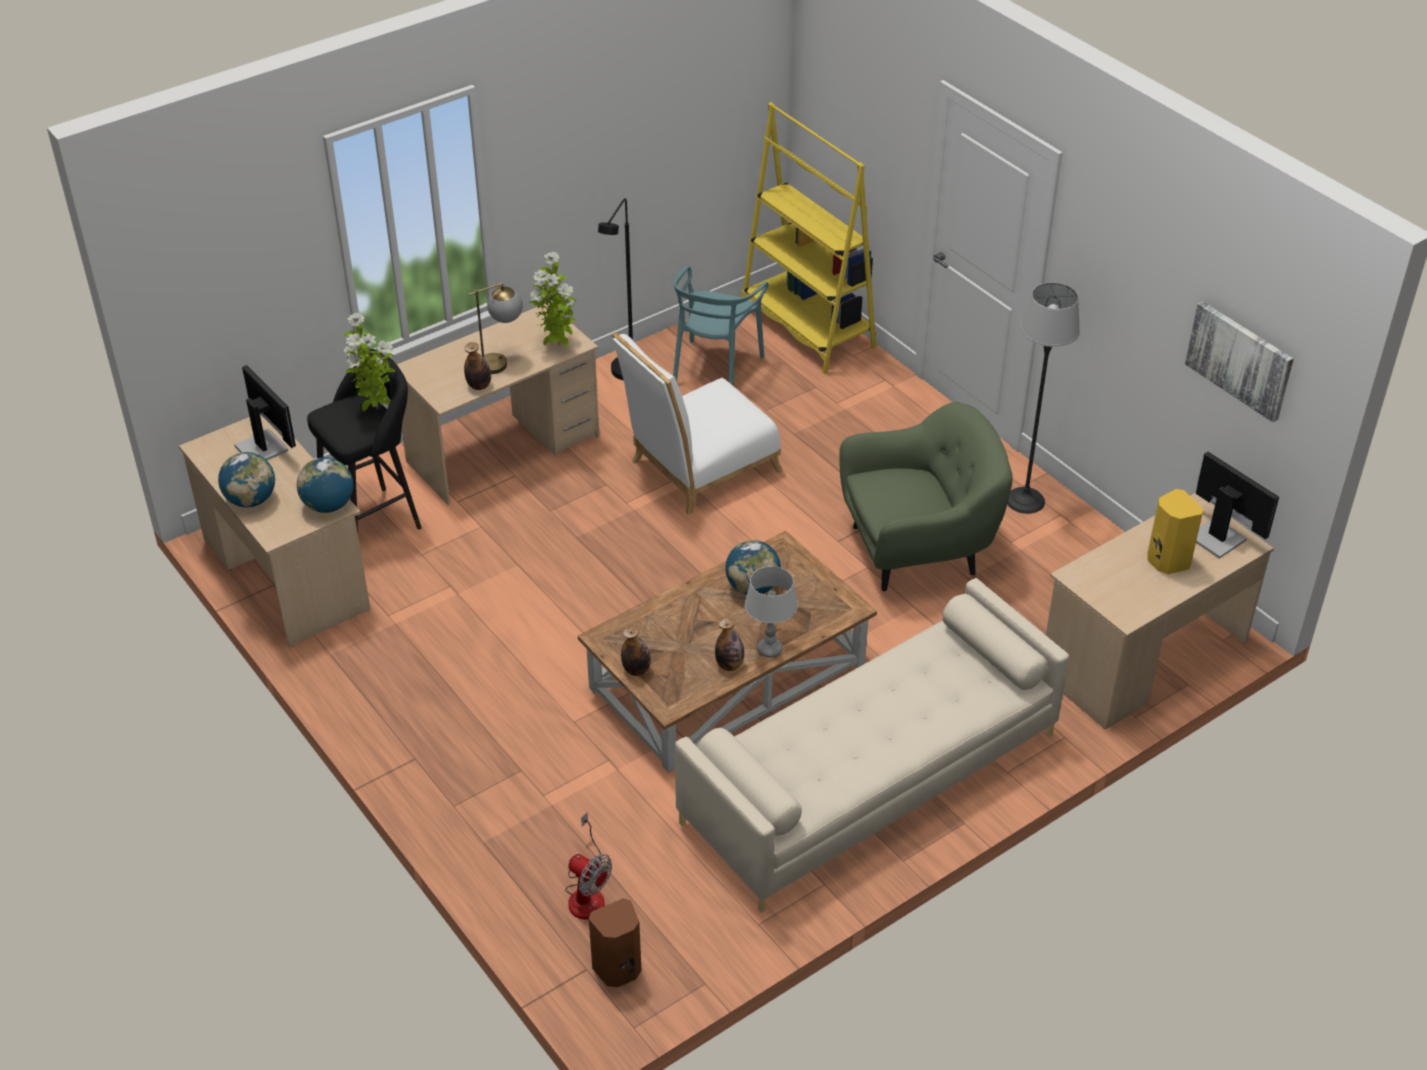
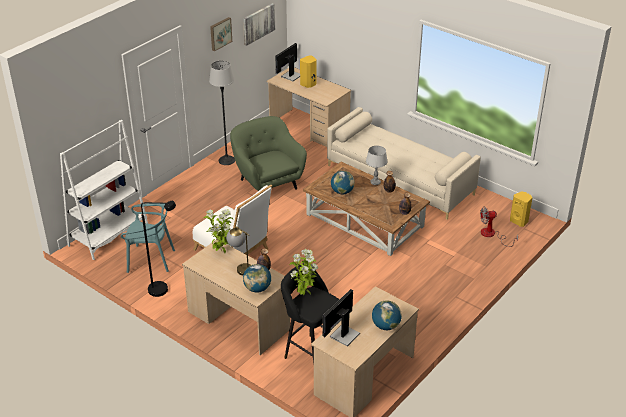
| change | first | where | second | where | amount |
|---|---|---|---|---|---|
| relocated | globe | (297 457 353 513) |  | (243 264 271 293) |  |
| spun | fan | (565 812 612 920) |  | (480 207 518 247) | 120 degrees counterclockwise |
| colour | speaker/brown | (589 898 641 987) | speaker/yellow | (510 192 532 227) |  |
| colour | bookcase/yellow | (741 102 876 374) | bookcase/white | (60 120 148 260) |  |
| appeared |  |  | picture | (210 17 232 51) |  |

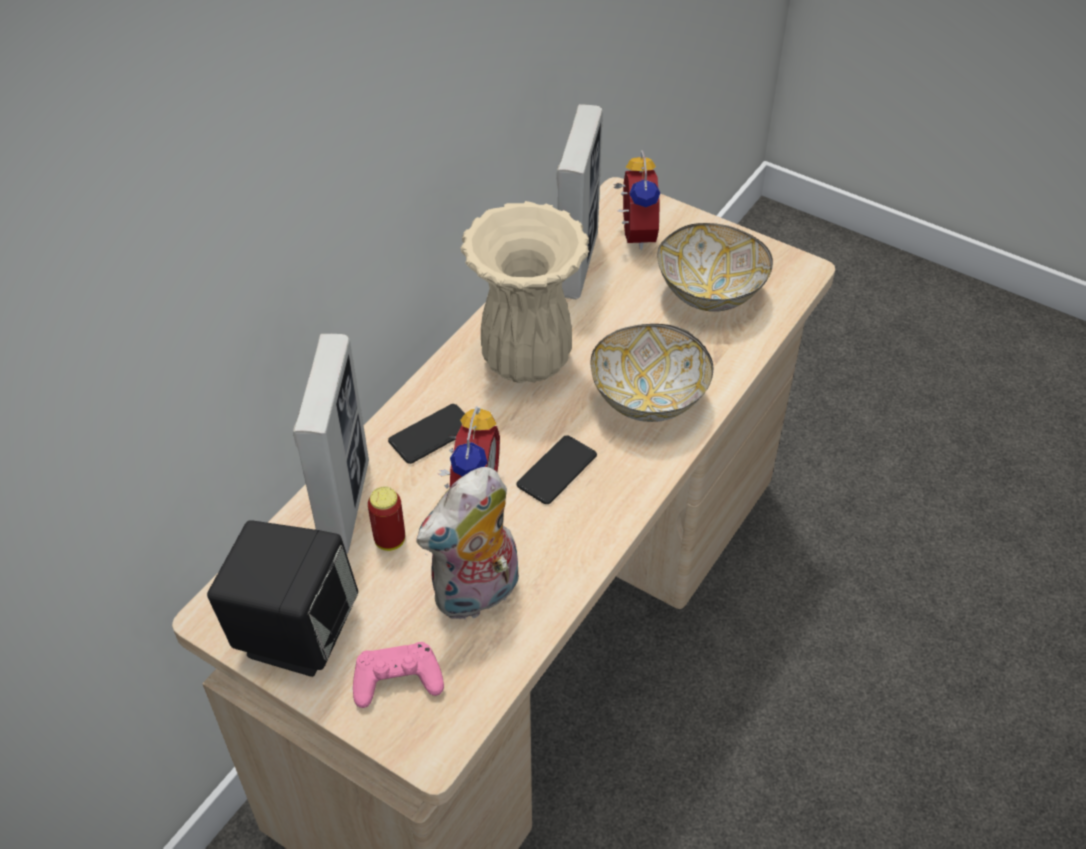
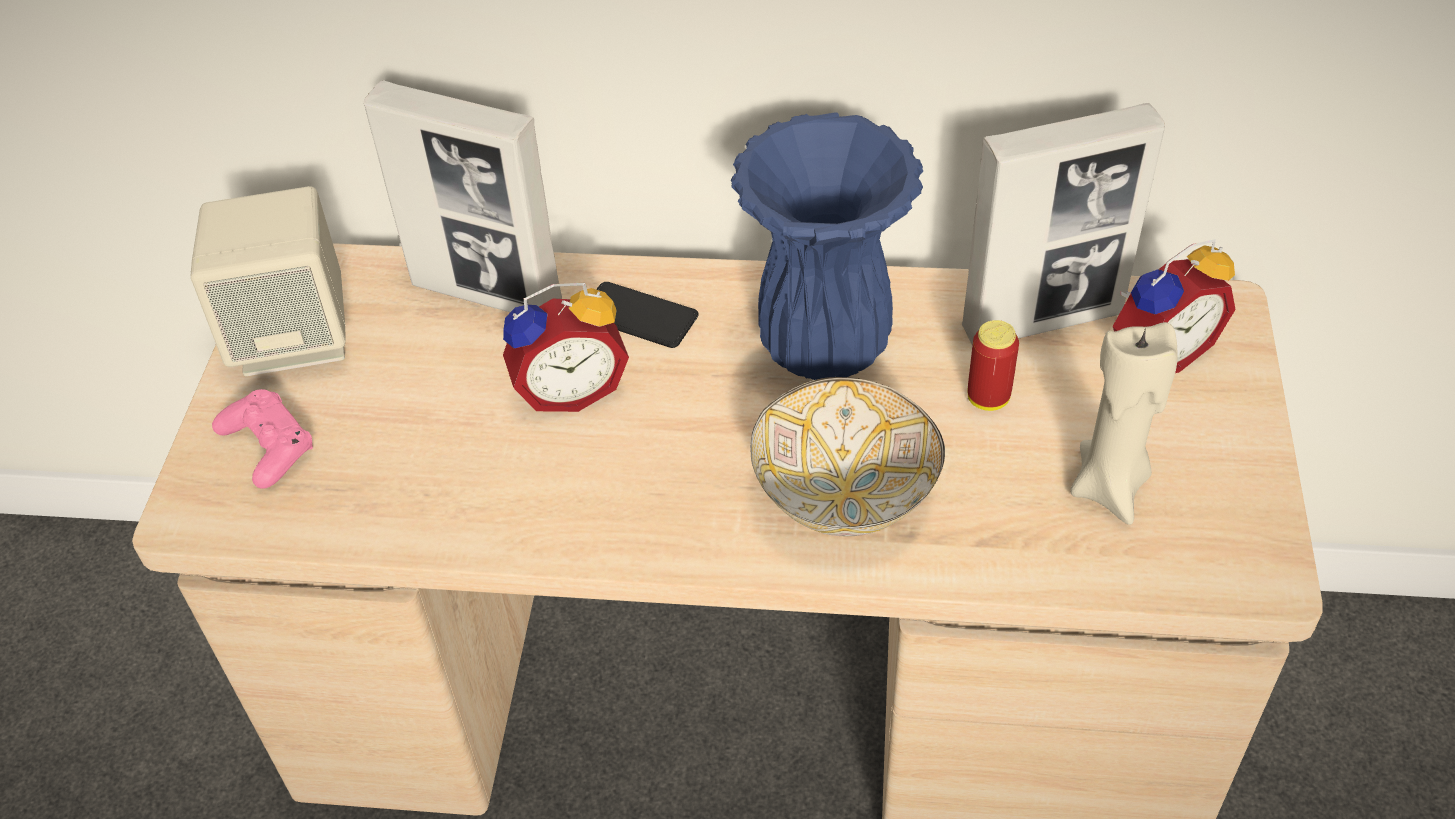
| change | first | where | second | where | amount |
|---|---|---|---|---|---|
| colour | speaker/black | (207 520 358 677) | speaker/beige | (191 186 346 376) |  |
| spun | picture frame | (293 334 369 554) |  | (364 80 562 312) | 45 degrees clockwise |
| relocated | can | (368 487 405 551) |  | (967 320 1019 411) |  |
| missing | plush toy | (416 467 519 621) |  |  |  |
| colour | vase/beige | (461 201 589 383) | vase/blue | (731 112 923 380) |  |
| missing | phone | (516 435 597 504) |  |  |  |
| exchanged | bowl | (657 223 773 312) | candle/beige | (1070 322 1178 525) |  |

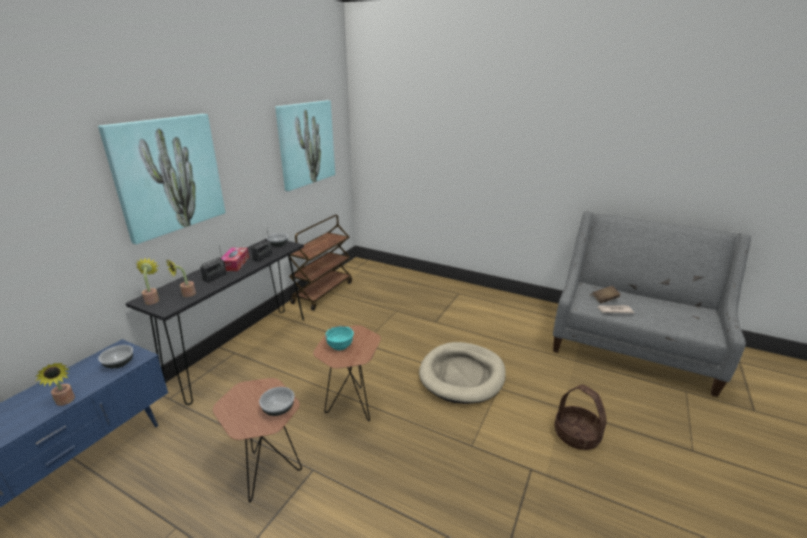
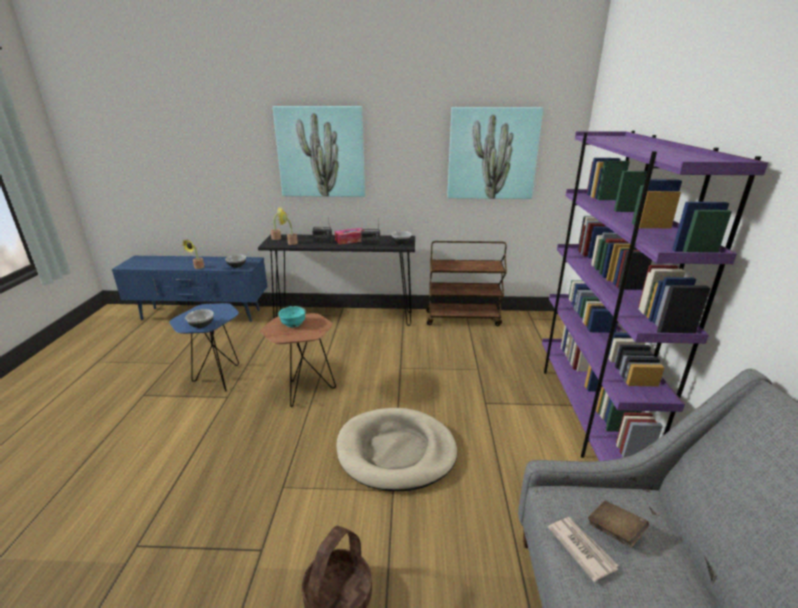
| change | first | where | second | where | amount |
|---|---|---|---|---|---|
| colour | side table/brown | (213 378 302 502) | side table/blue | (169 303 239 391) |  |
| appeared |  |  | bookcase/purple | (542 131 768 461) |  |

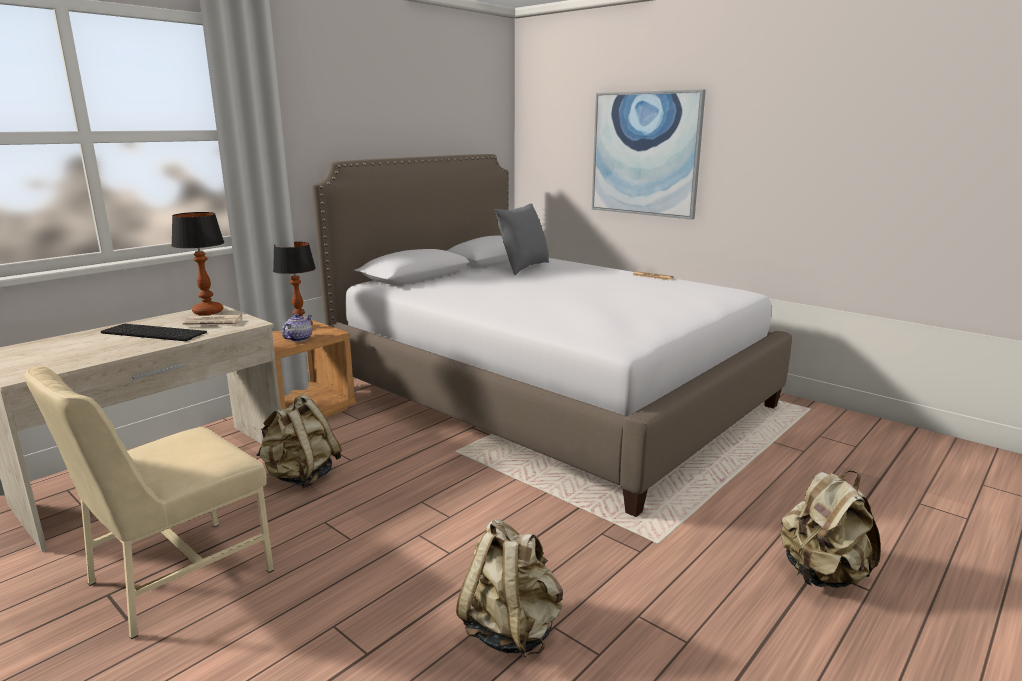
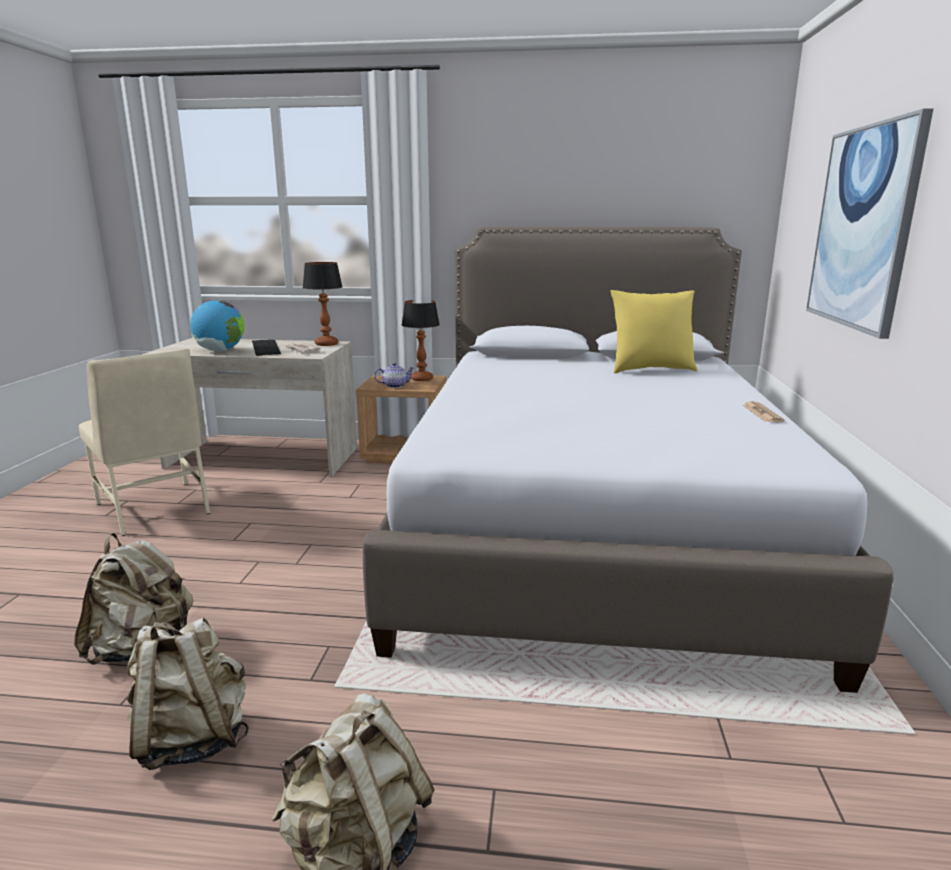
| change | first | where | second | where | amount |
|---|---|---|---|---|---|
| spun | chair/beige | (25 366 274 639) |  | (79 348 210 536) | 135 degrees counterclockwise |
| relocated | backpack/beige | (257 395 342 488) |  | (127 618 249 770) |  |
| colour | pillow/grey | (494 203 549 275) | pillow/yellow | (611 290 697 373) |  |
| appeared |  |  | globe | (190 300 244 352) |  |

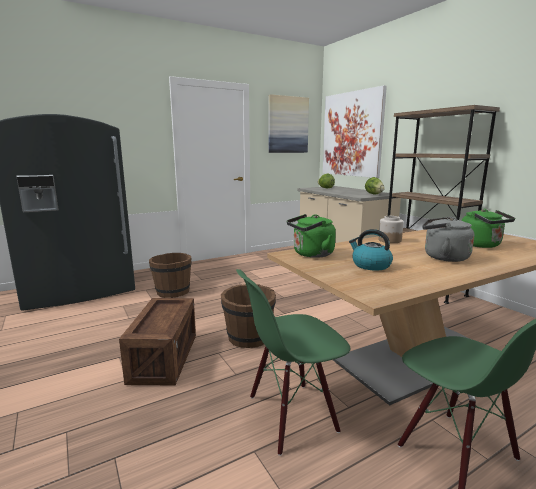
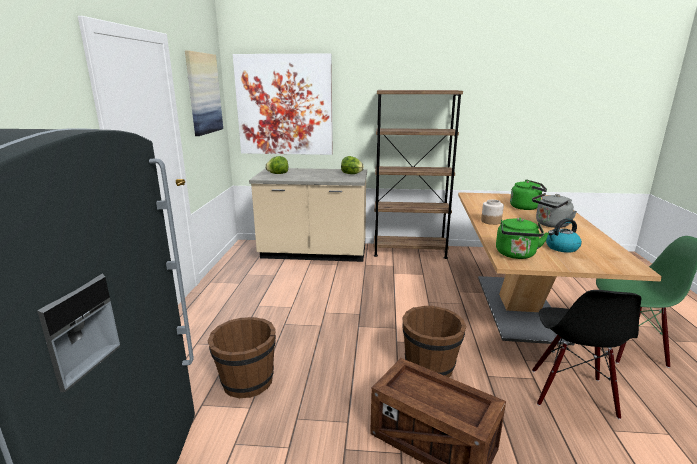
| change | first | where | second | where | amount |
|---|---|---|---|---|---|
| colour | chair/green | (236 269 350 456) | chair/black | (532 290 641 420) |  |

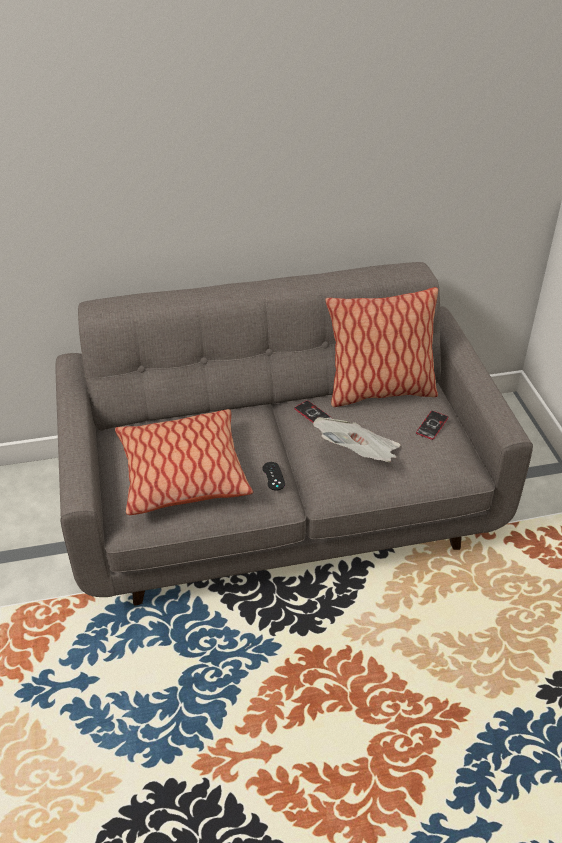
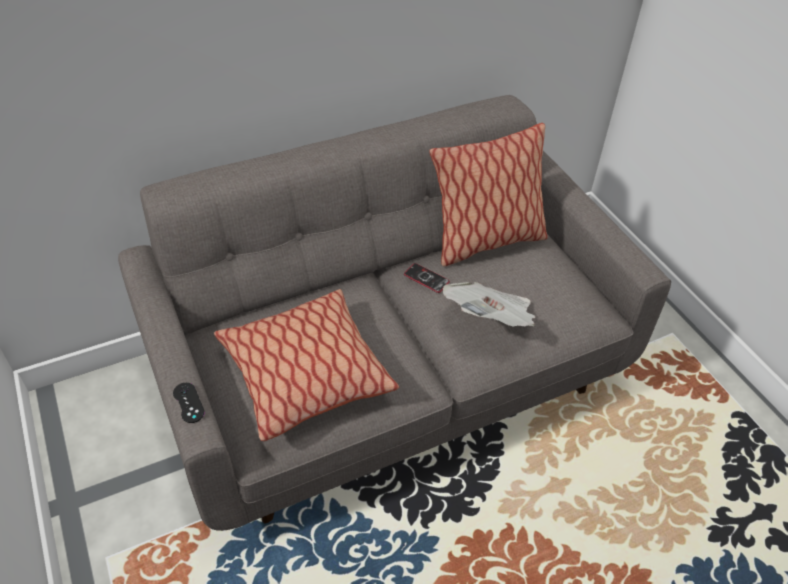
| change | first | where | second | where | amount |
|---|---|---|---|---|---|
| relocated | game controller/black | (262 462 285 491) |  | (173 383 205 423) |  |
| missing | phone | (416 411 448 440) |  |  |  |

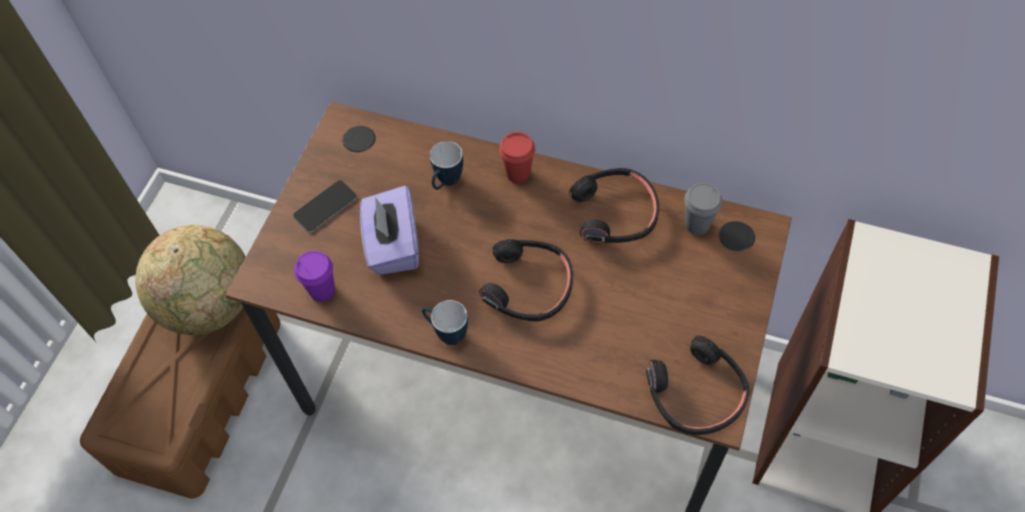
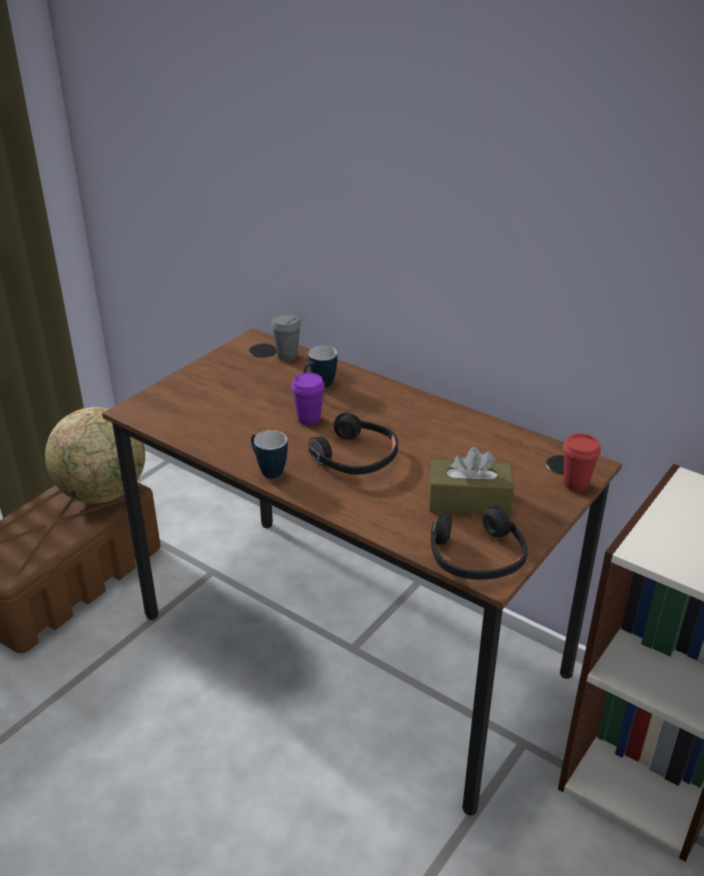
| change | first | where | second | where | amount |
|---|---|---|---|---|---|
| missing | phone | (293 180 357 232) |  |  |  |
| relocated | cup/purple | (294 251 335 302) |  | (291 373 325 425) |  |
| missing | tissue box/purple | (360 185 419 275) |  |  |  |
| relocated | cup/red | (499 132 535 183) |  | (563 433 601 491) |  |
| missing | headphones/black | (569 168 659 243) |  |  |  |
| relocated | cup/grey | (684 183 722 235) |  | (271 313 301 361) |  |
| appeared |  |  | tissue box/brown | (429 447 514 516) |  |

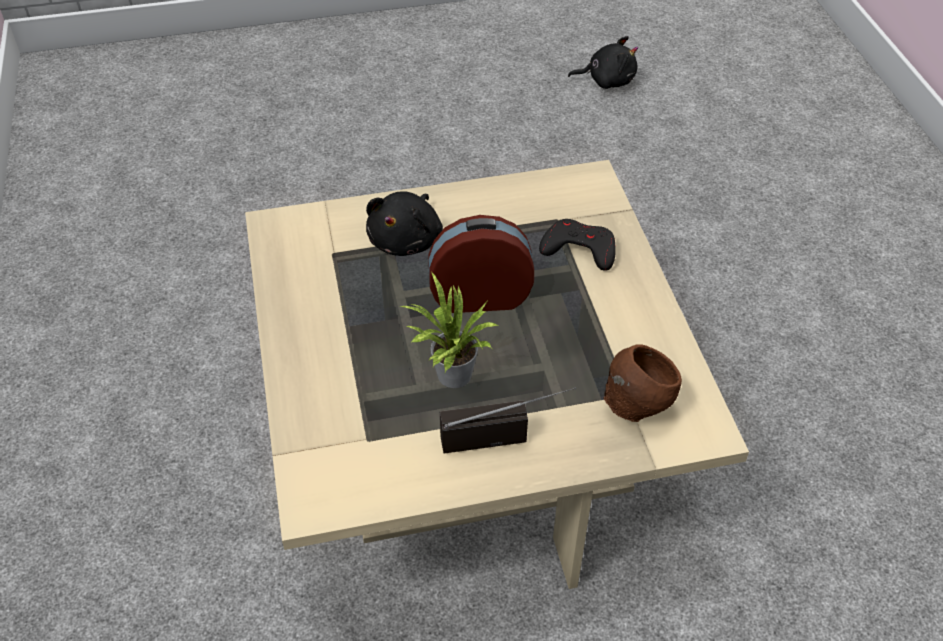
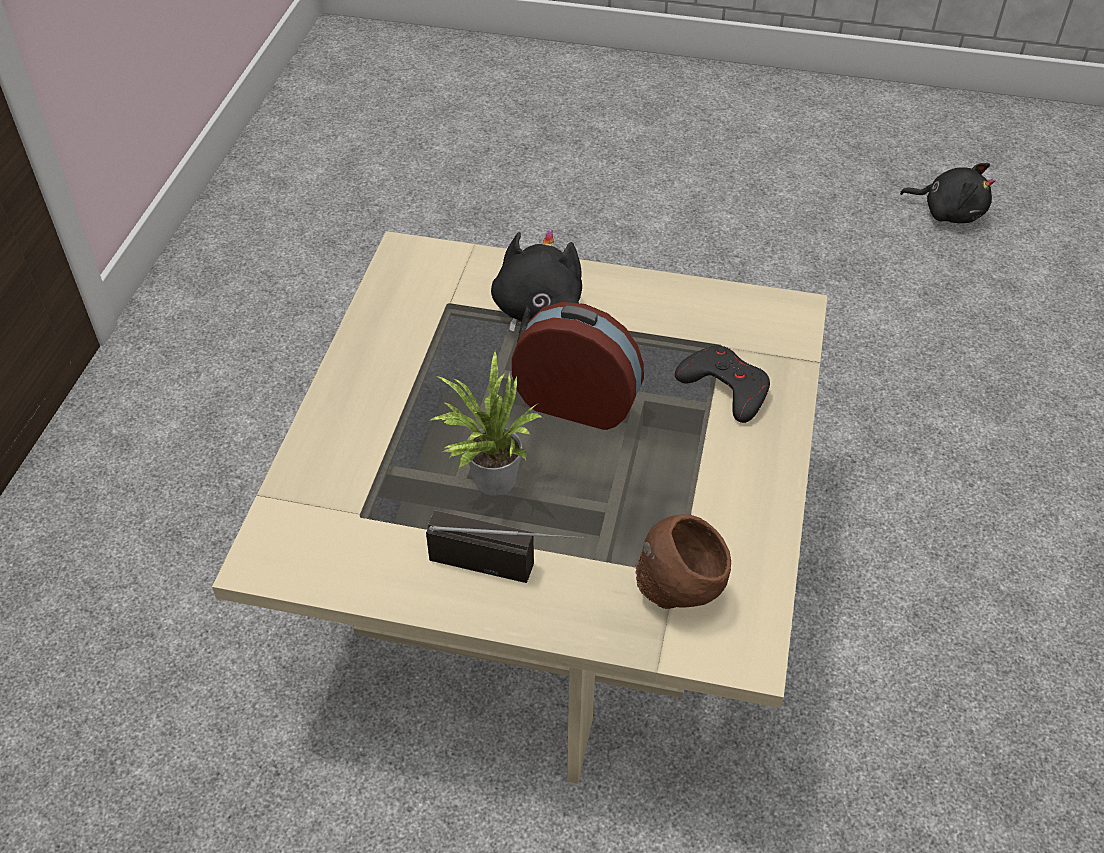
| change | first | where | second | where | amount |
|---|---|---|---|---|---|
| spun | plush toy/black | (366 191 443 256) |  | (491 229 582 342) | 150 degrees clockwise |

